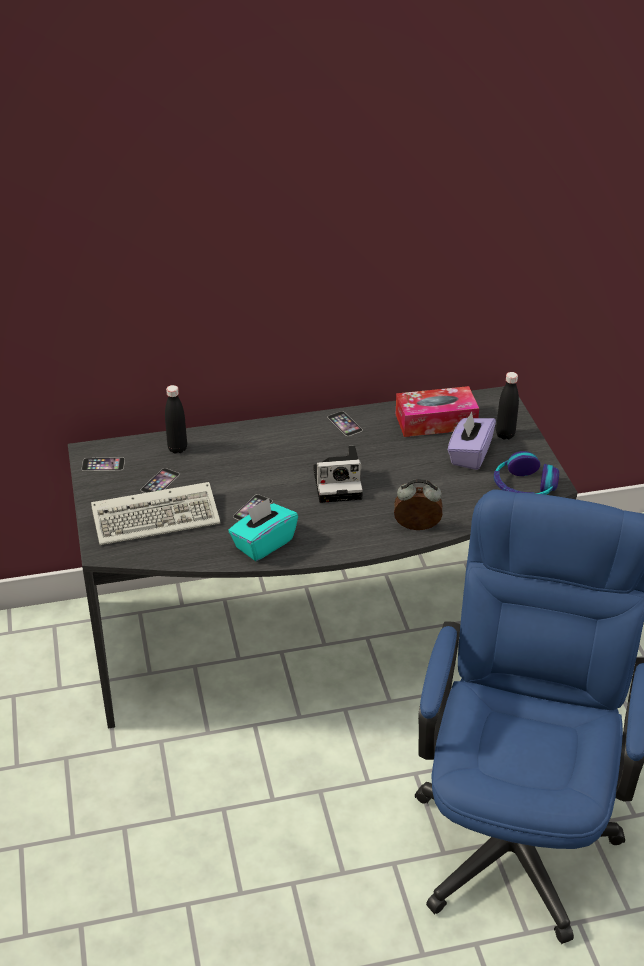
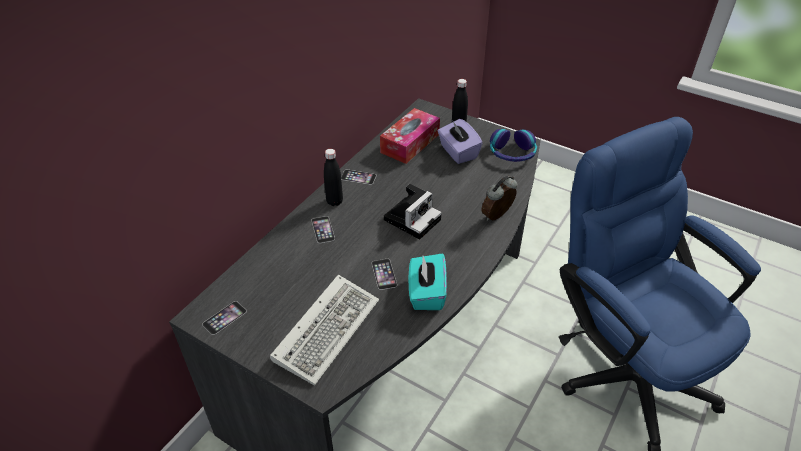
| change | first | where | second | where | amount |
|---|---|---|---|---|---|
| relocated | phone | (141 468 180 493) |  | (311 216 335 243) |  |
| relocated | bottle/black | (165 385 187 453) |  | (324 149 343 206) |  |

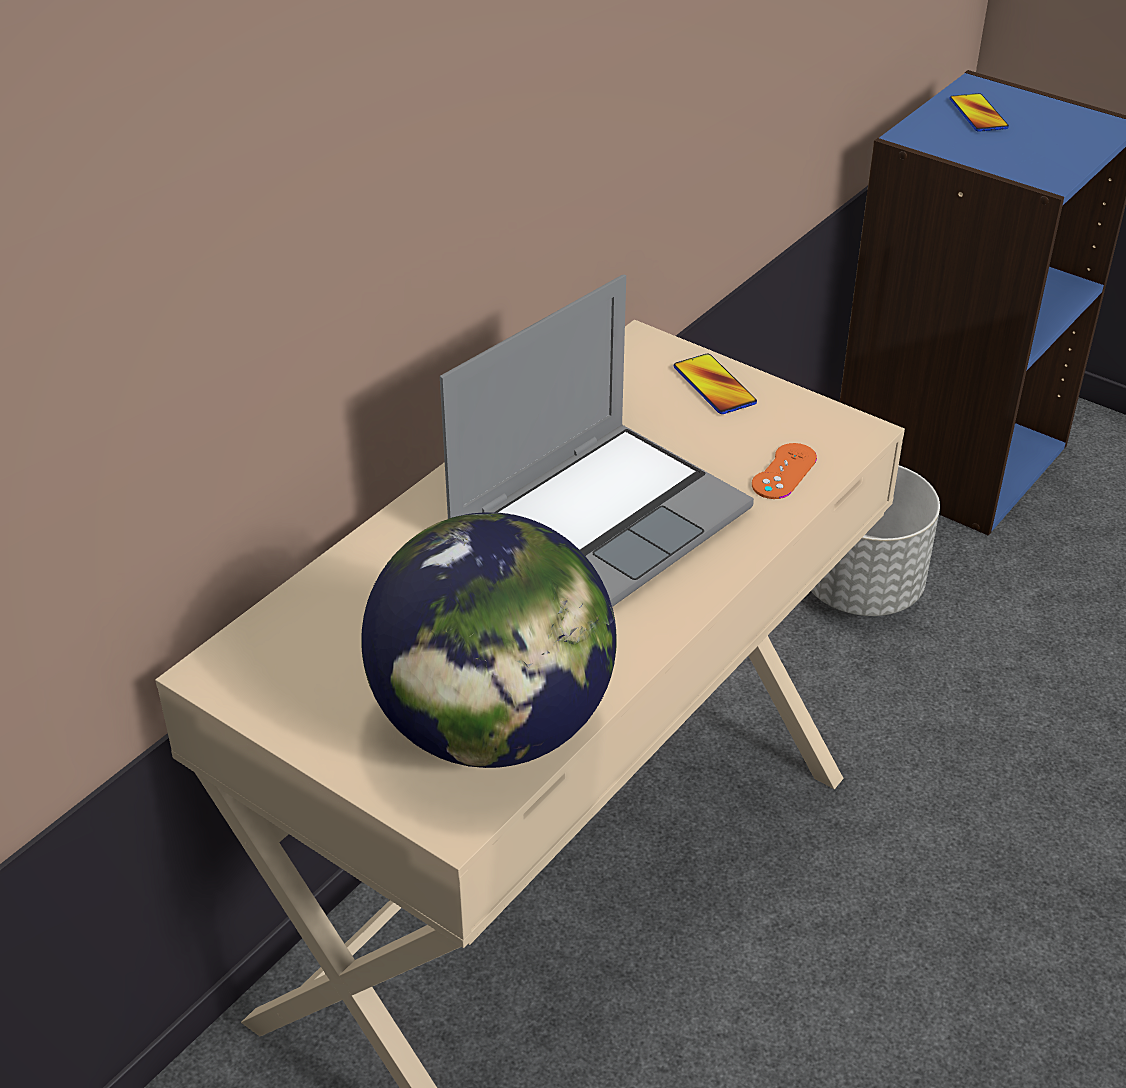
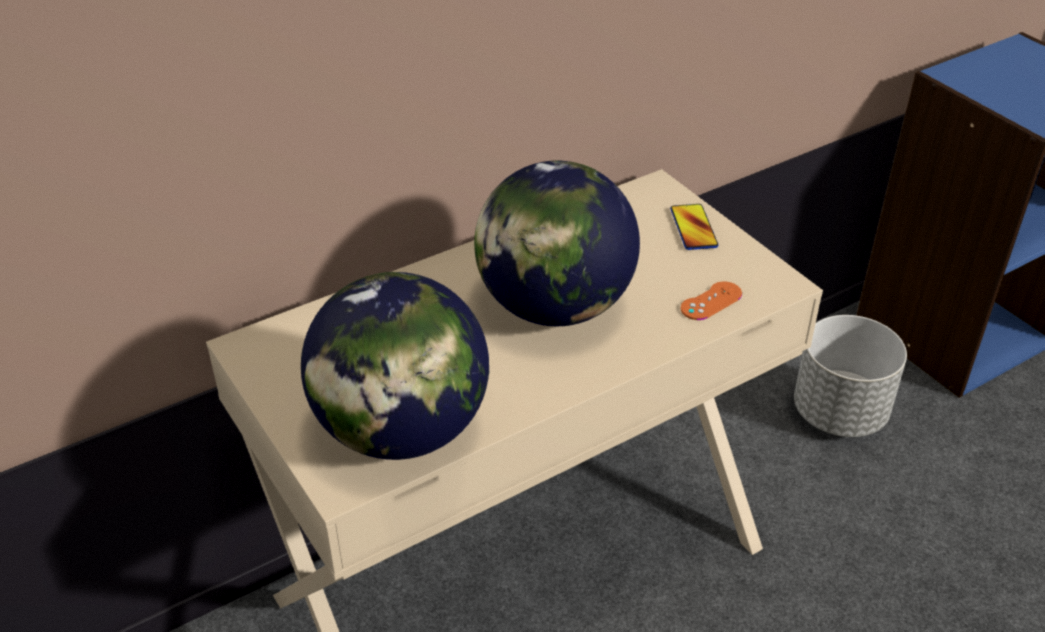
| change | first | where | second | where | amount |
|---|---|---|---|---|---|
| exchanged | laptop | (440 275 754 607) | globe | (474 161 640 326) |  |
| missing | phone | (950 93 1009 132) |  |  |  |

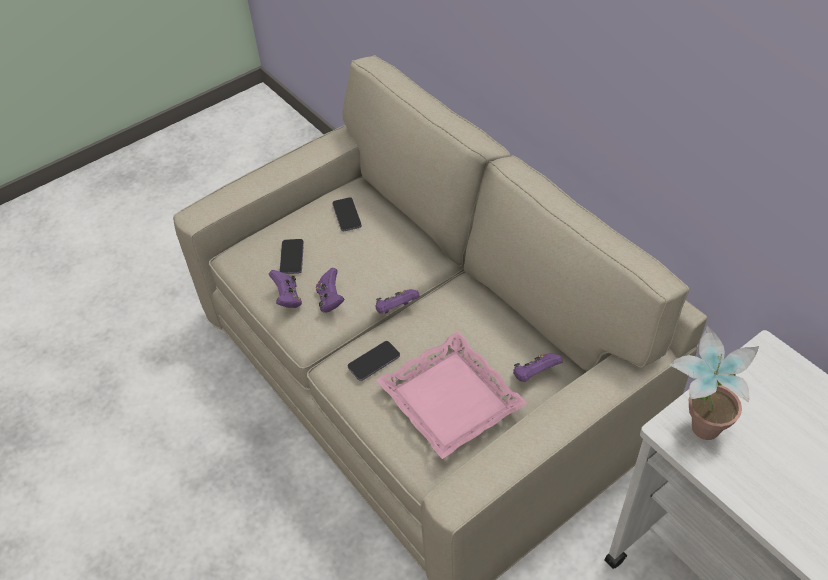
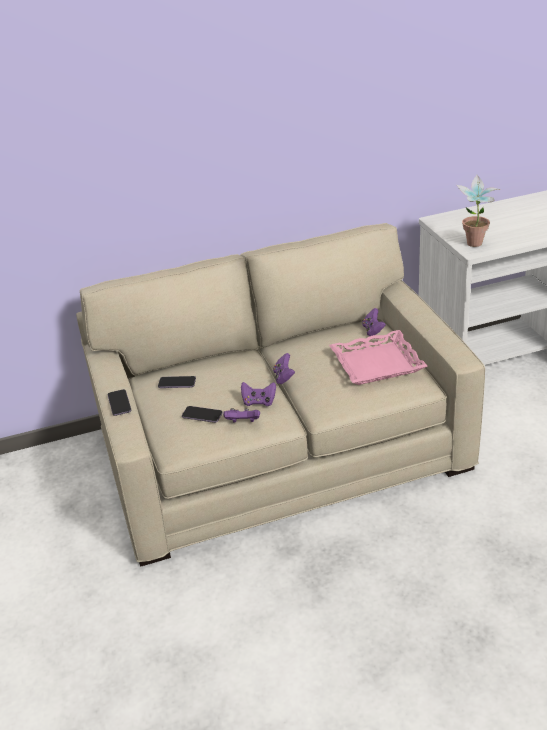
| change | first | where | second | where | amount |
|---|---|---|---|---|---|
| relocated | phone | (348 341 400 381) |  | (108 389 131 416) |  |

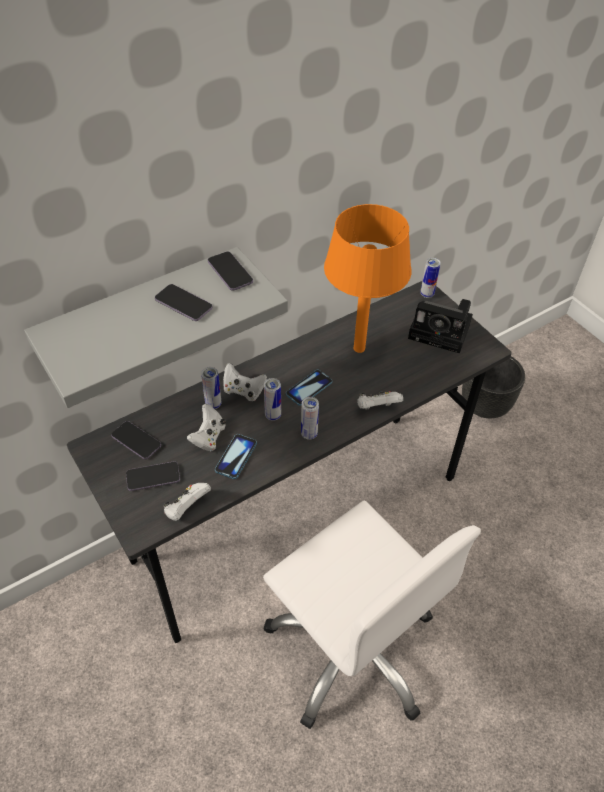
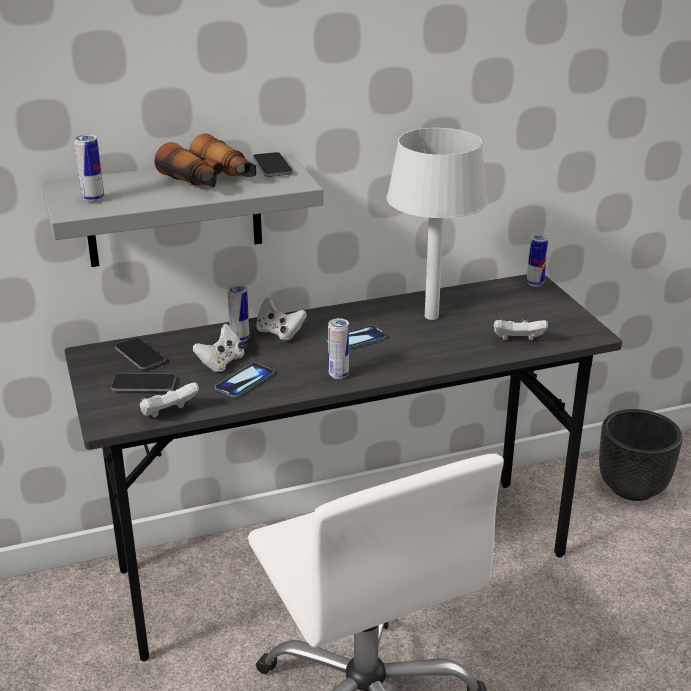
| change | first | where | second | where | amount |
|---|---|---|---|---|---|
| exchanged | phone | (155 284 213 321) | binoculars | (155 134 256 188) |  |
| relocated | can | (264 378 281 421) |  | (74 134 104 203) |  |
| colour | table lamp/orange | (324 204 411 353) | table lamp/grey | (386 128 488 320) |  |
| relocated | game controller/white | (357 391 403 410) |  | (494 319 548 340) |  |
| missing | photo camera | (408 299 473 353) |  |  |  |

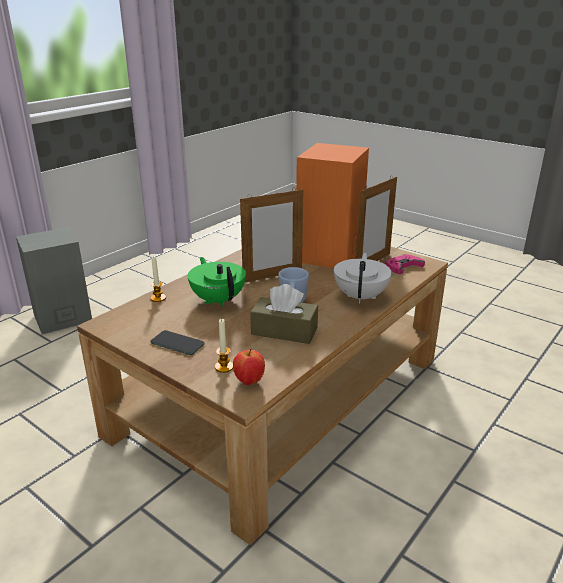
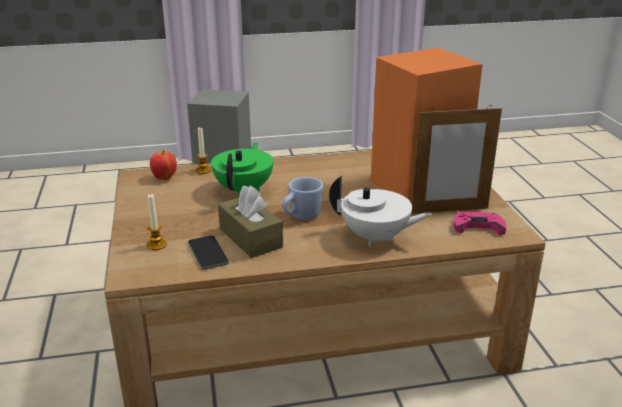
| change | first | where | second | where | amount |
|---|---|---|---|---|---|
| relocated | phone | (150 330 205 355) |  | (188 235 229 270) |  |
| relocated | apple | (233 349 265 385) |  | (150 150 177 180) |  |
| missing | picture frame | (240 188 303 283) |  |  |  |
| spun | teapot/white | (334 253 392 303) |  | (329 176 432 246) | 60 degrees clockwise |

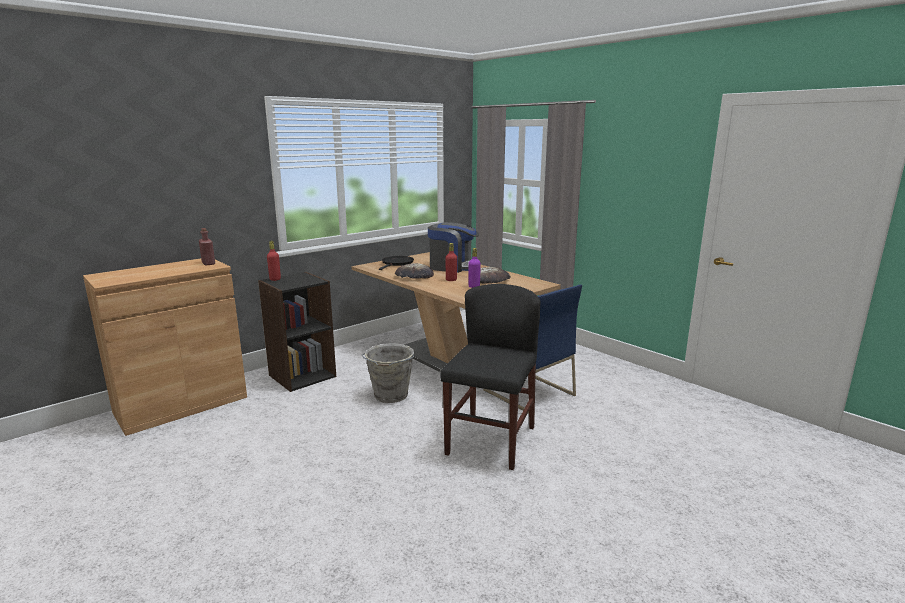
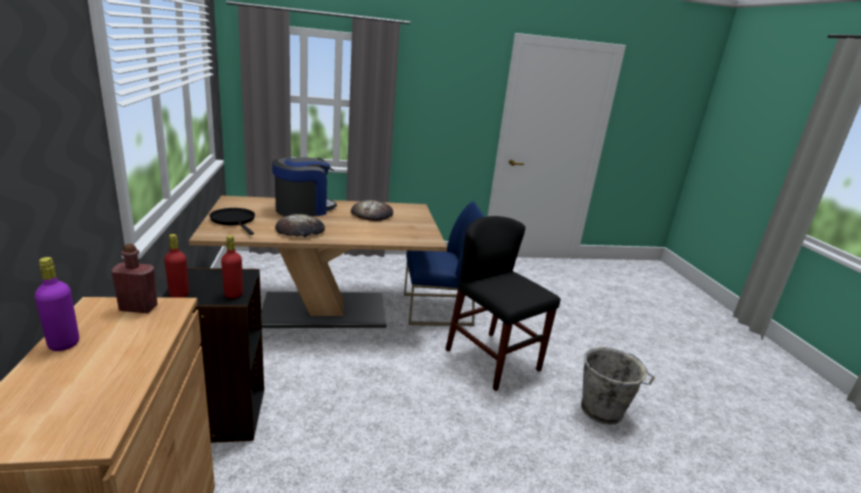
| change | first | where | second | where | amount |
|---|---|---|---|---|---|
| relocated | bucket/grey | (361 343 415 403) |  | (581 347 655 425) |  |
| relocated | bottle/red | (445 243 457 281) |  | (221 235 243 299) |  |
| relocated | bottle/purple | (468 248 481 288) |  | (35 257 79 351) |  |

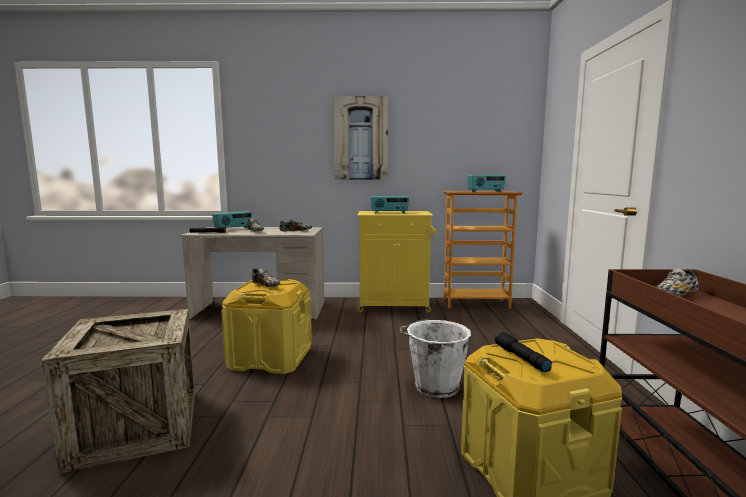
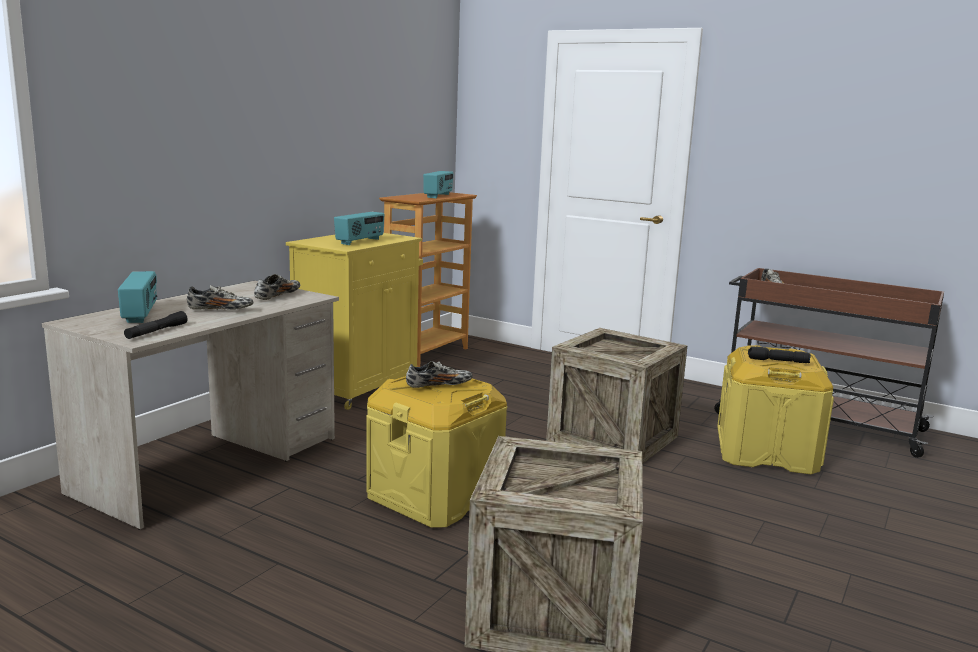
| change | first | where | second | where | amount |
|---|---|---|---|---|---|
| missing | picture | (333 96 388 180) |  |  |  |
| exchanged | bucket/white | (400 319 471 398) | crate | (546 328 688 464) |  |

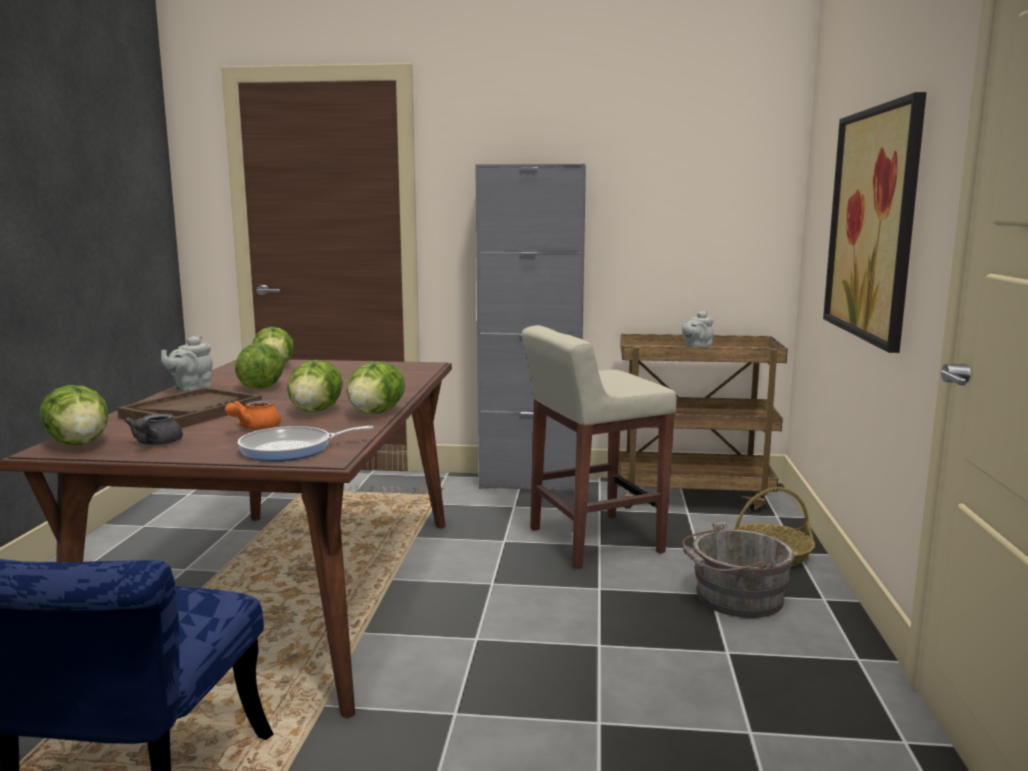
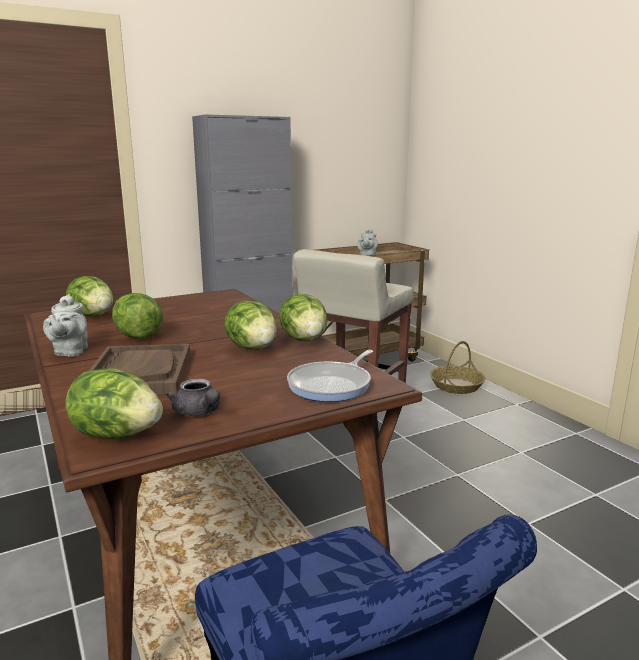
| change | first | where | second | where | amount |
|---|---|---|---|---|---|
| missing | teapot/orange | (225 400 281 430) |  |  |  |
| missing | bucket/grey | (682 522 794 618) |  |  |  |
| missing | picture | (823 92 926 353) |  |  |  |

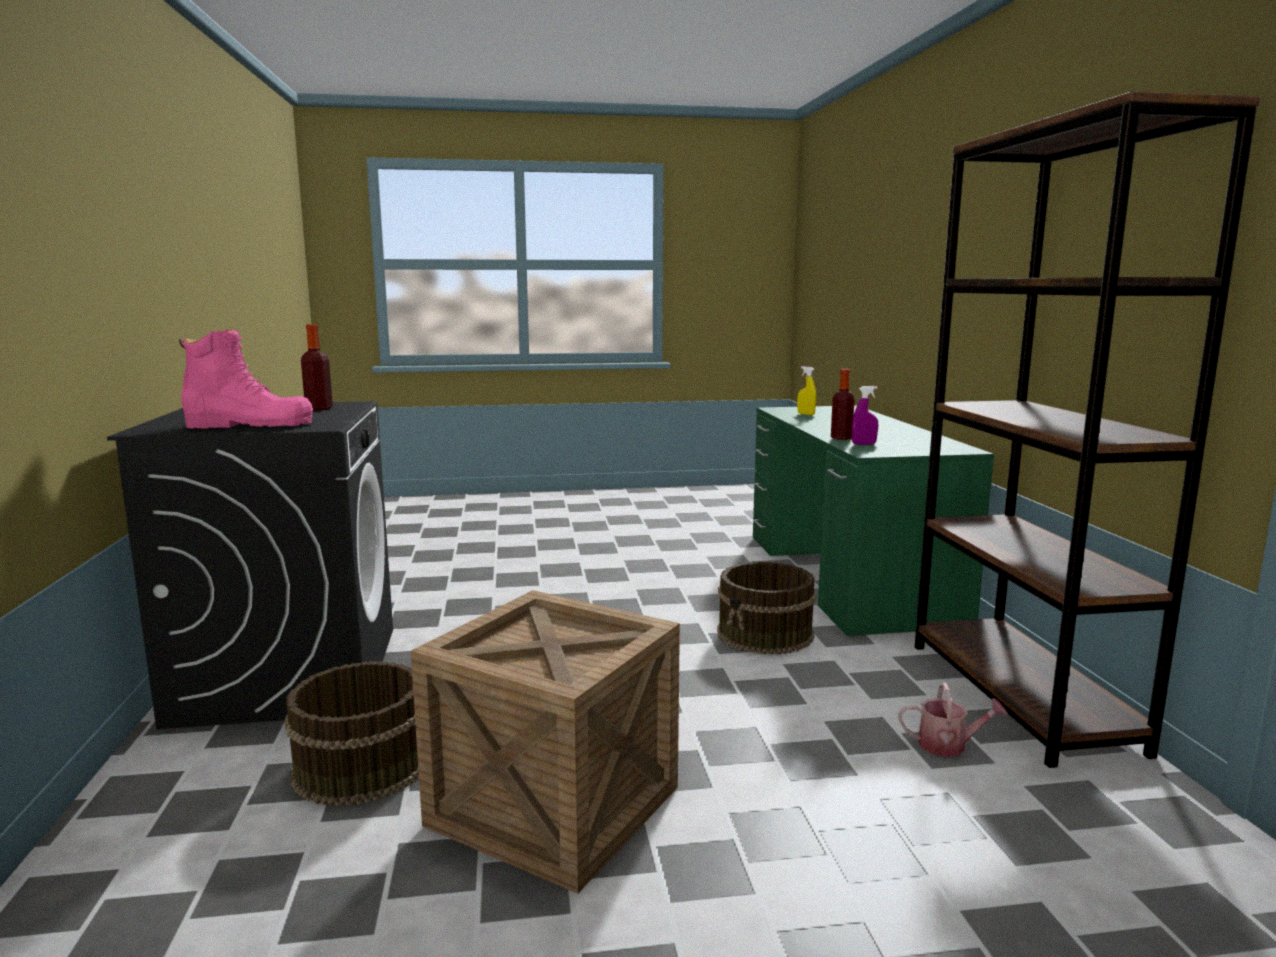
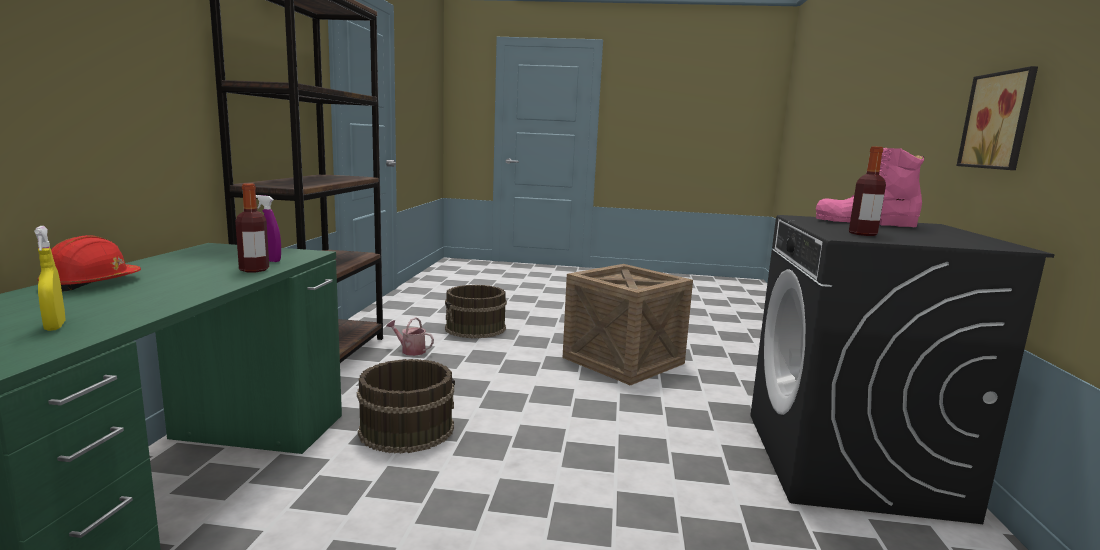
| change | first | where | second | where | amount |
|---|---|---|---|---|---|
| relocated | bucket/brown | (285 661 419 806) |  | (445 285 507 338) |  |
| appeared |  |  | hard hat/red | (38 235 141 291) |  |
| appeared |  |  | picture | (956 66 1038 170) |  |

